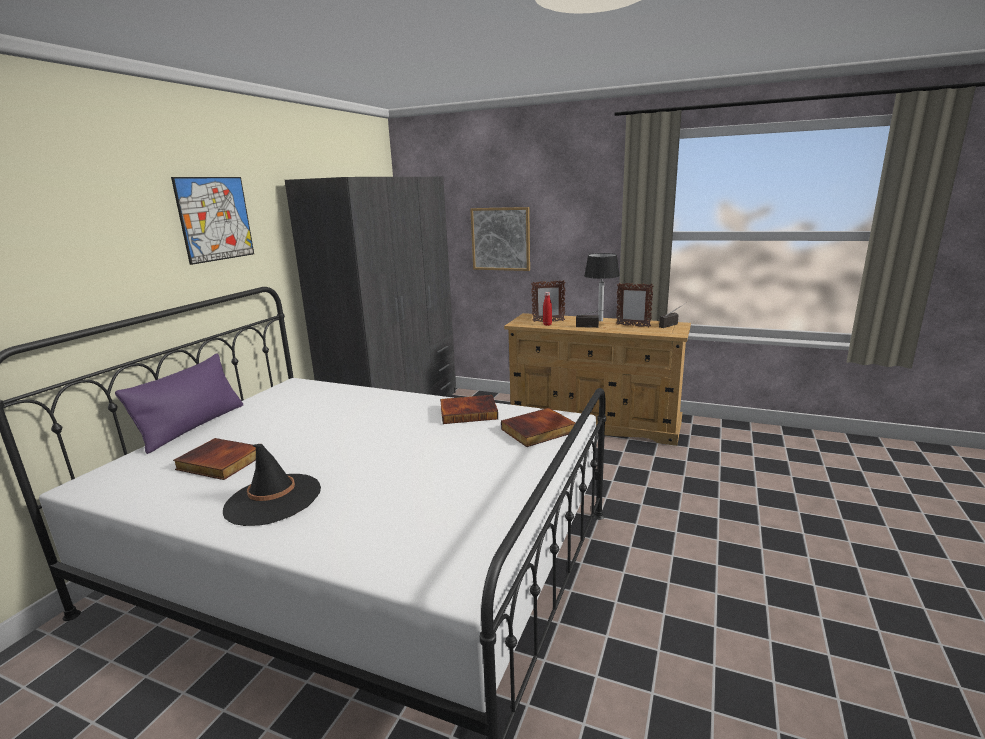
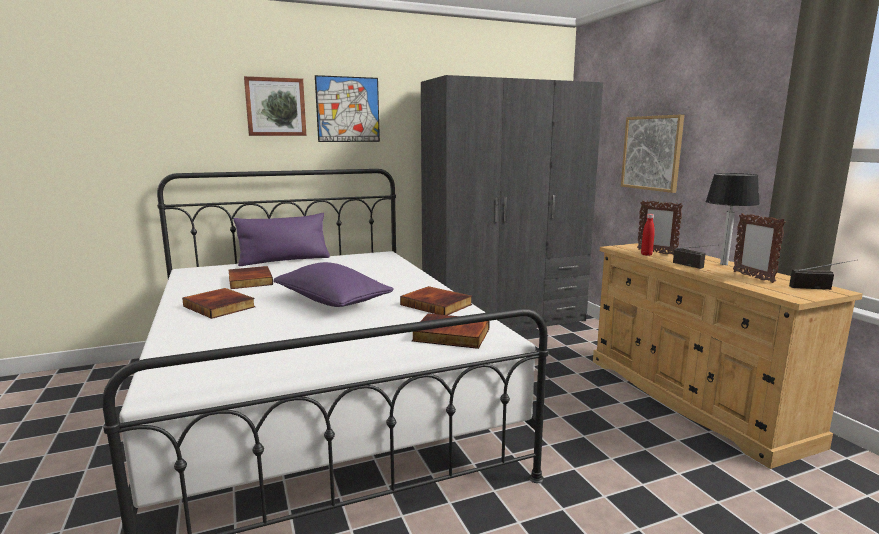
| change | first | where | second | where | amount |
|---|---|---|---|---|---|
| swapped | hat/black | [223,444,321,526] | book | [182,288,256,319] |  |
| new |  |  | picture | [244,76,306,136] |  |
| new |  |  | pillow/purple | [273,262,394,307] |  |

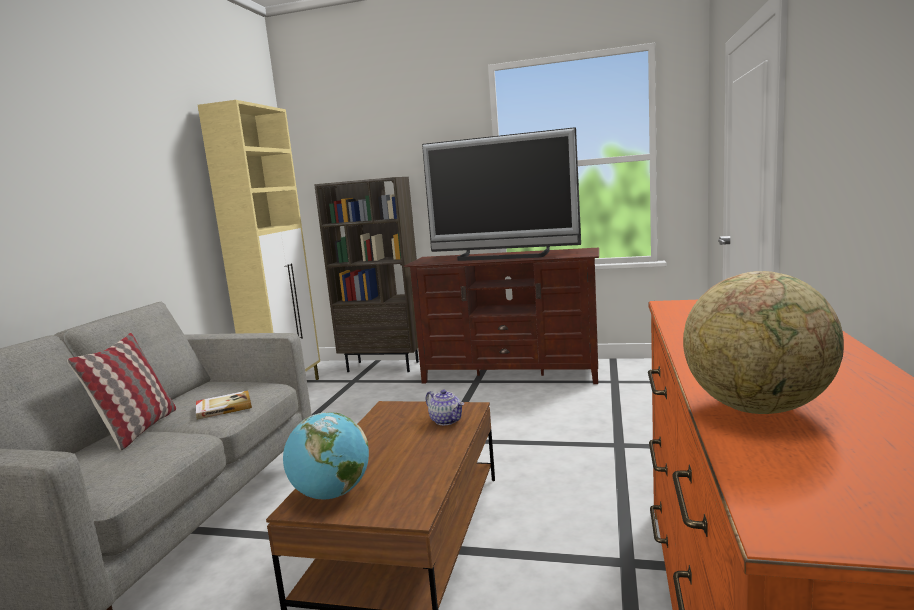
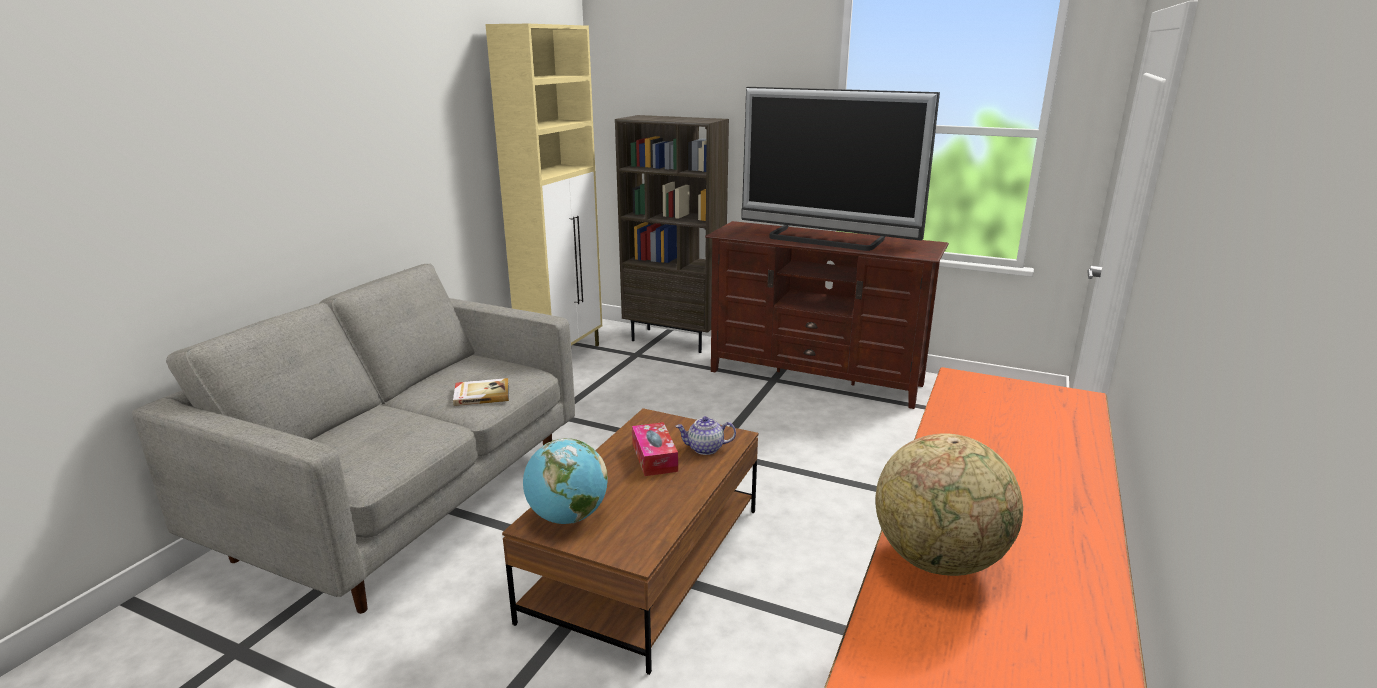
| change | first | where | second | where | amount |
|---|---|---|---|---|---|
| gone | pillow | [67,333,176,451] |  |  |  |
| rotated | teapot | [426,390,464,425] |  | [675,416,736,455] | 120 degrees clockwise |
| new |  |  | tissue box | [632,422,678,476] |  |

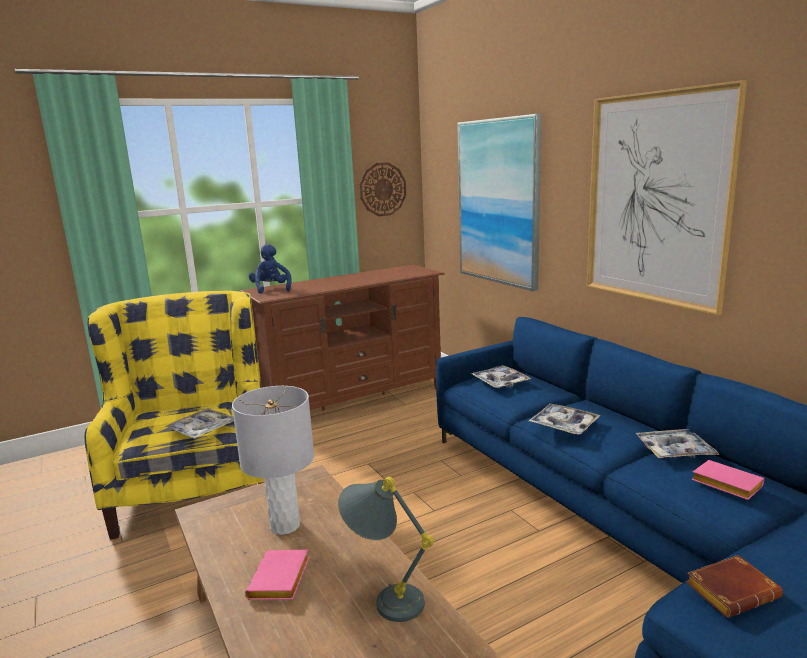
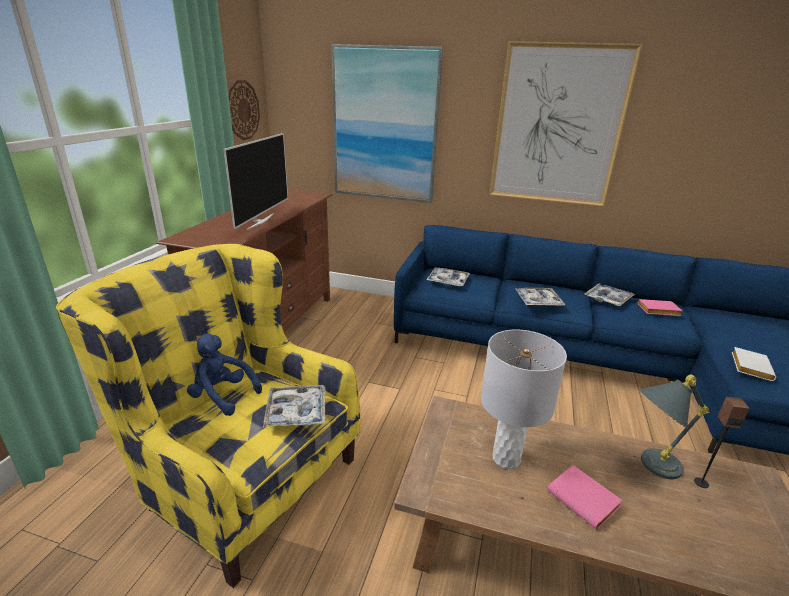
| change | first | where | second | where | amount |
|---|---|---|---|---|---|
| shifted | plush toy/blue | [249,244,292,294] |  | [187,334,262,416] |  |
| repainted | book/brown | [686,555,783,618] | book/white | [732,347,776,381] |  |
| new |  |  | television | [223,133,288,230] |  |
| new |  |  | speaker | [694,397,750,488] |  |

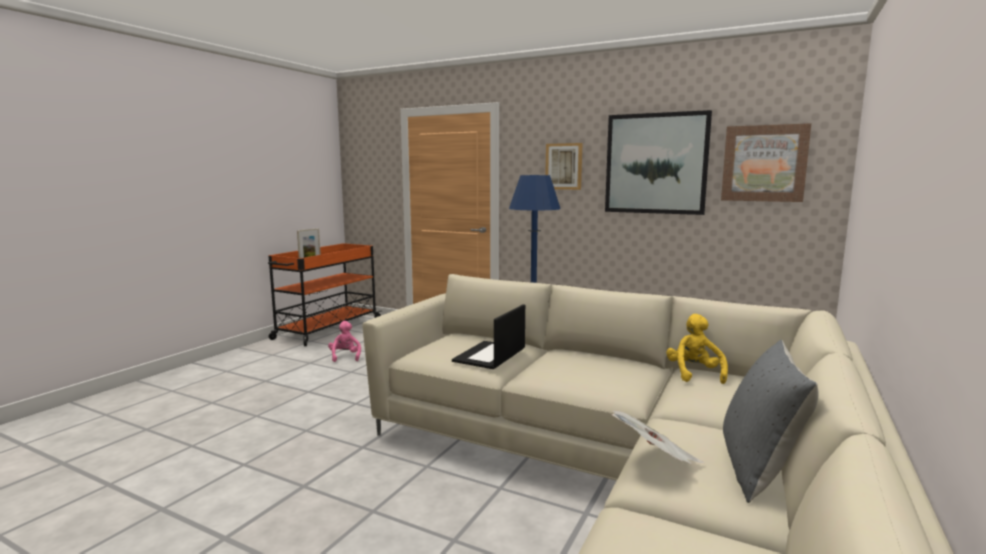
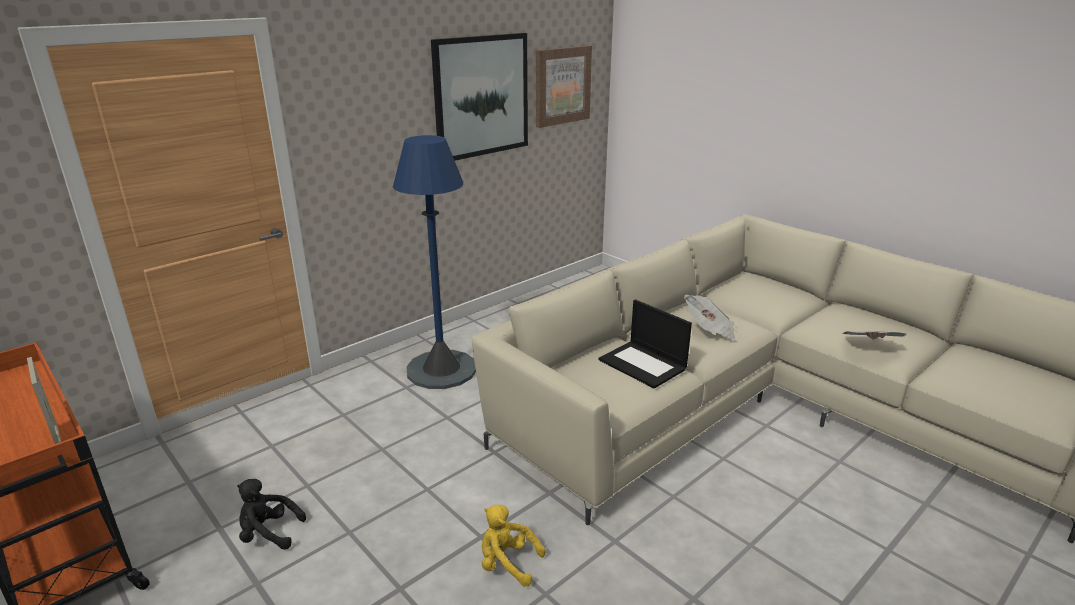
| change | first | where | second | where | amount |
|---|---|---|---|---|---|
| repainted | plush toy/pink | [328,321,361,362] | plush toy/black | [237,479,306,550] |  |
| gone | picture | [545,143,582,190] |  |  |  |
| shifted | plush toy/yellow | [666,314,728,384] |  | [482,505,546,587] |  |
| gone | pillow/grey | [723,340,819,503] |  |  |  |
| new |  |  | newspaper | [684,295,735,341] |  |

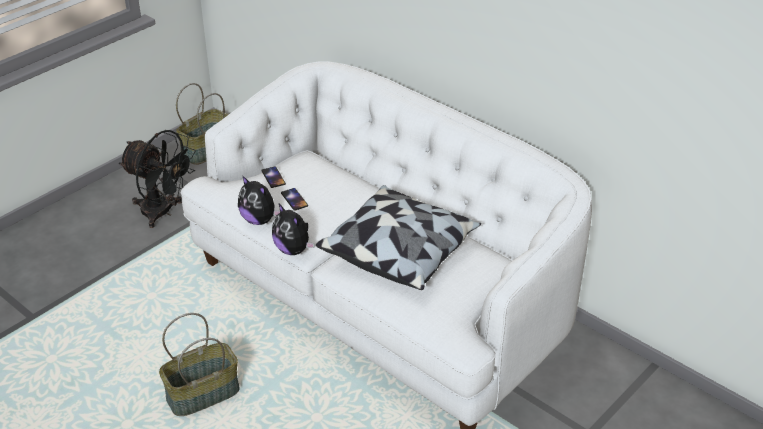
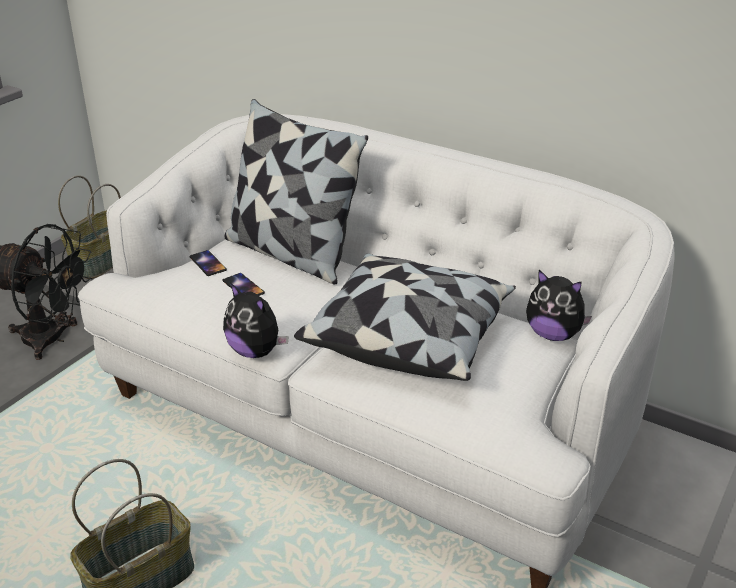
| change | first | where | second | where | amount |
|---|---|---|---|---|---|
| shifted | plush toy | [238,176,280,225] |  | [526,270,592,341] |  |
| new |  |  | pillow | [225,99,368,284] |  |

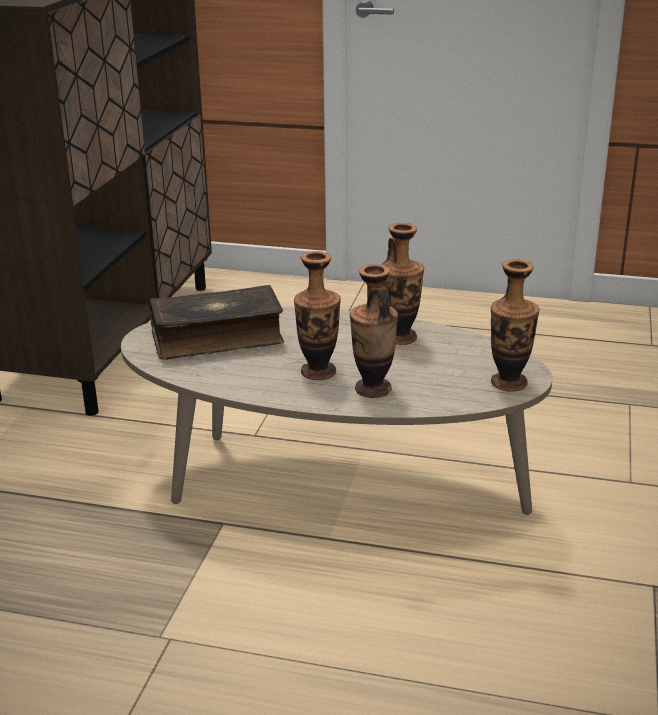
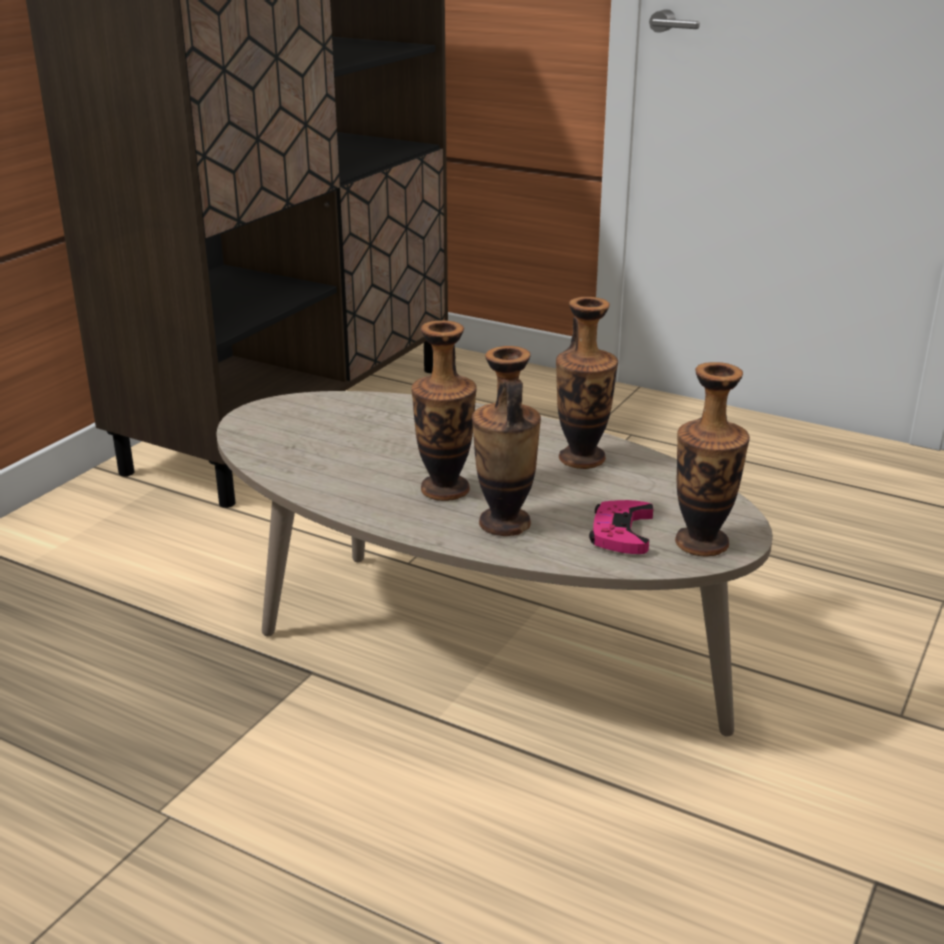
| change | first | where | second | where | amount |
|---|---|---|---|---|---|
| gone | book | [149,285,284,360] |  |  |  |
| new |  |  | game controller/pink | [589,500,653,554] |  |

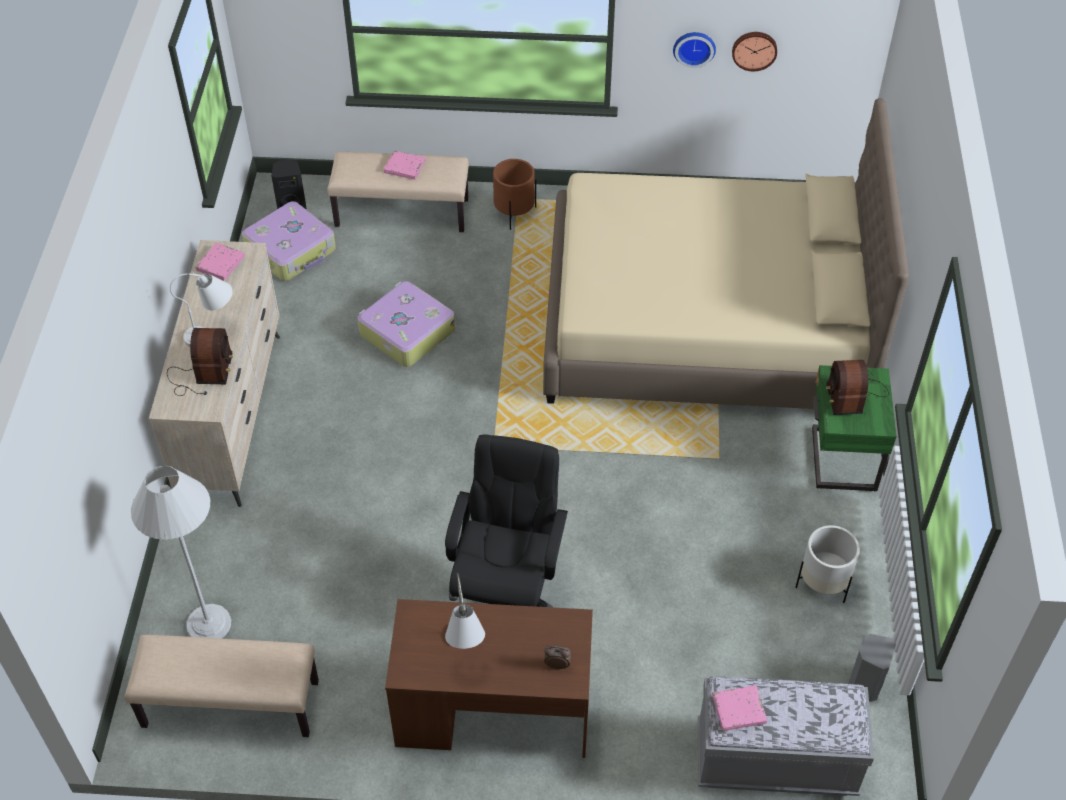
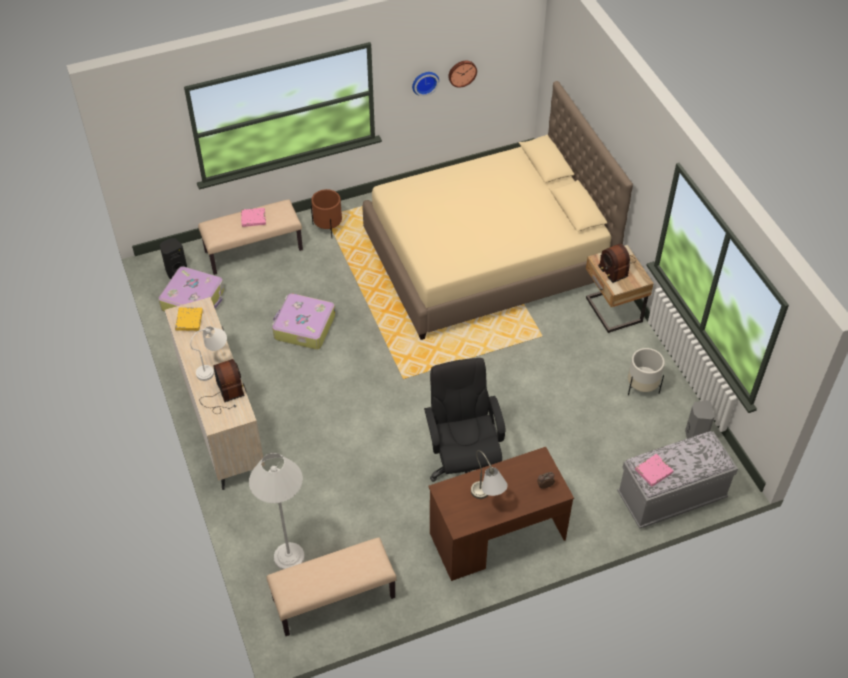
| change | first | where | second | where | amount |
|---|---|---|---|---|---|
| repainted | book/pink | [195,243,245,280] | book/yellow | [175,307,203,331] |  |
| repainted | nightstand/green | [812,365,897,491] | nightstand/beige | [586,245,654,333] |  |

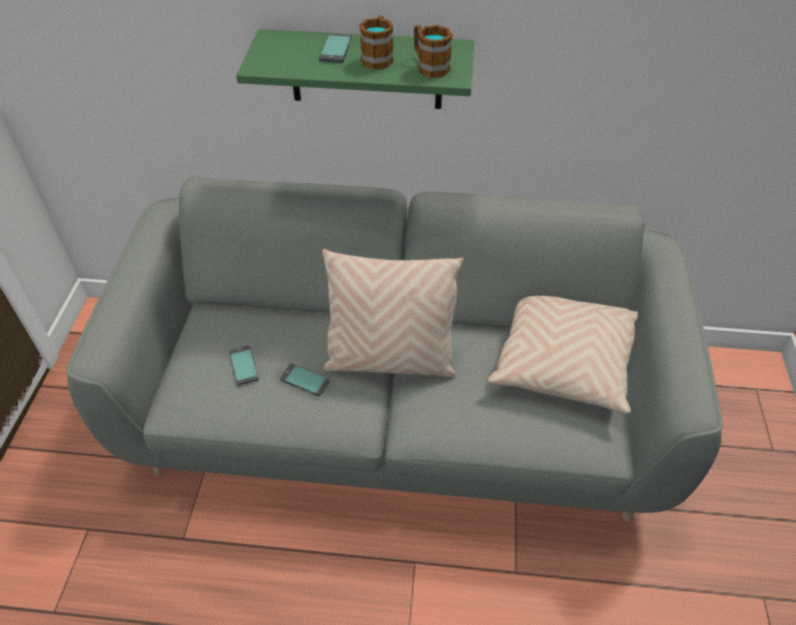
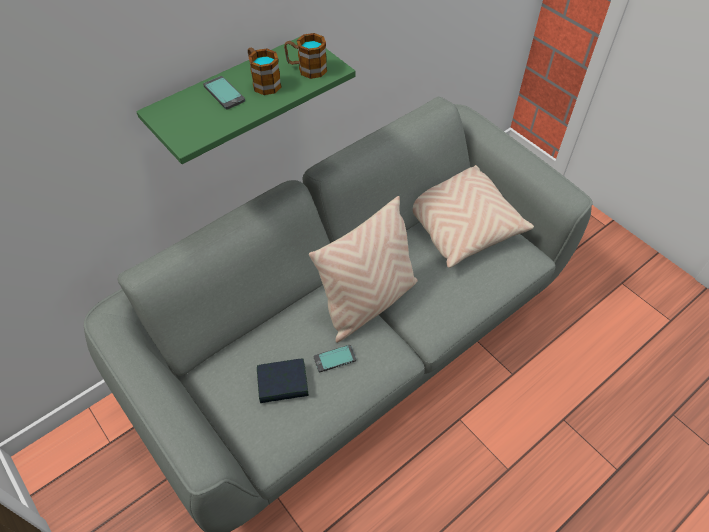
| change | first | where | second | where | amount |
|---|---|---|---|---|---|
| swapped | phone | [229,345,259,385] | book | [257,358,309,403] |  |

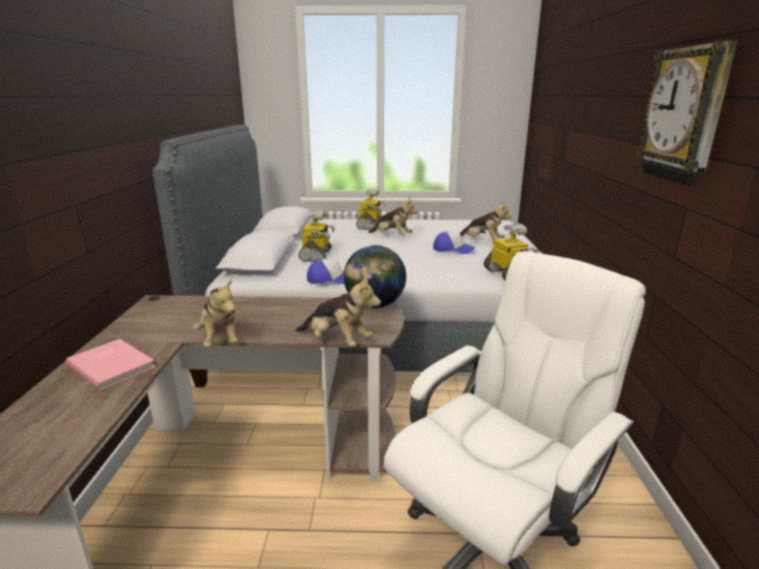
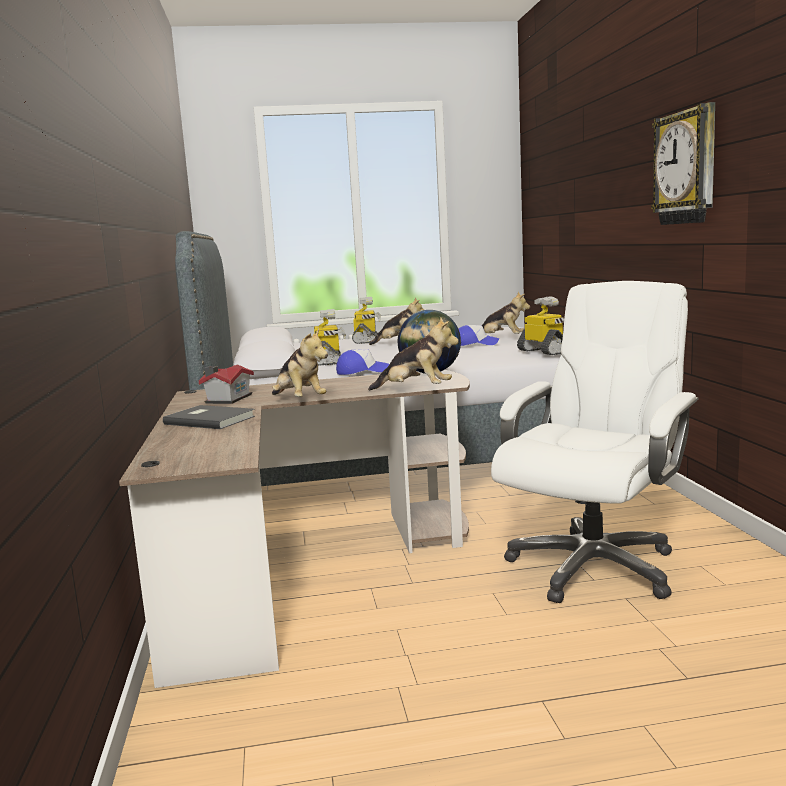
| change | first | where | second | where | amount |
|---|---|---|---|---|---|
| repainted | book/pink | [66,339,155,391] | book/grey | [163,405,255,429] |  |
| new |  |  | toy house | [199,364,254,404] |  |

